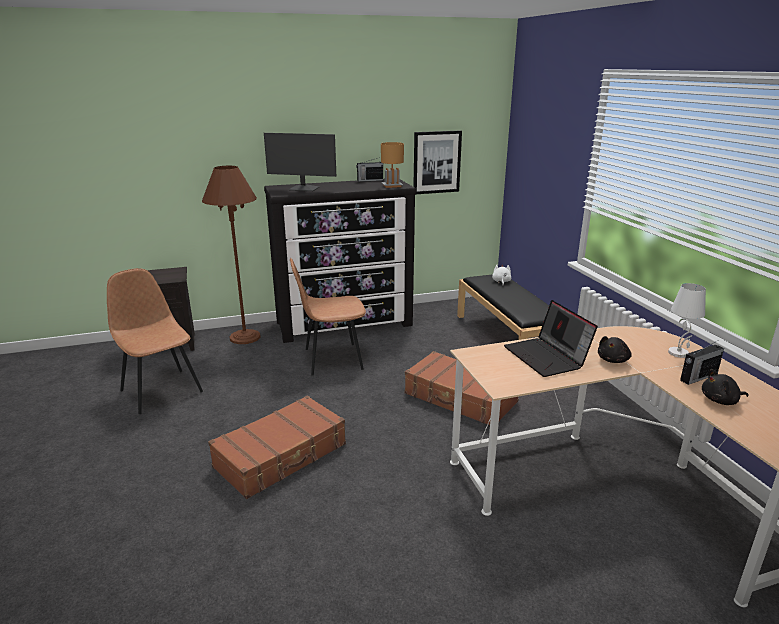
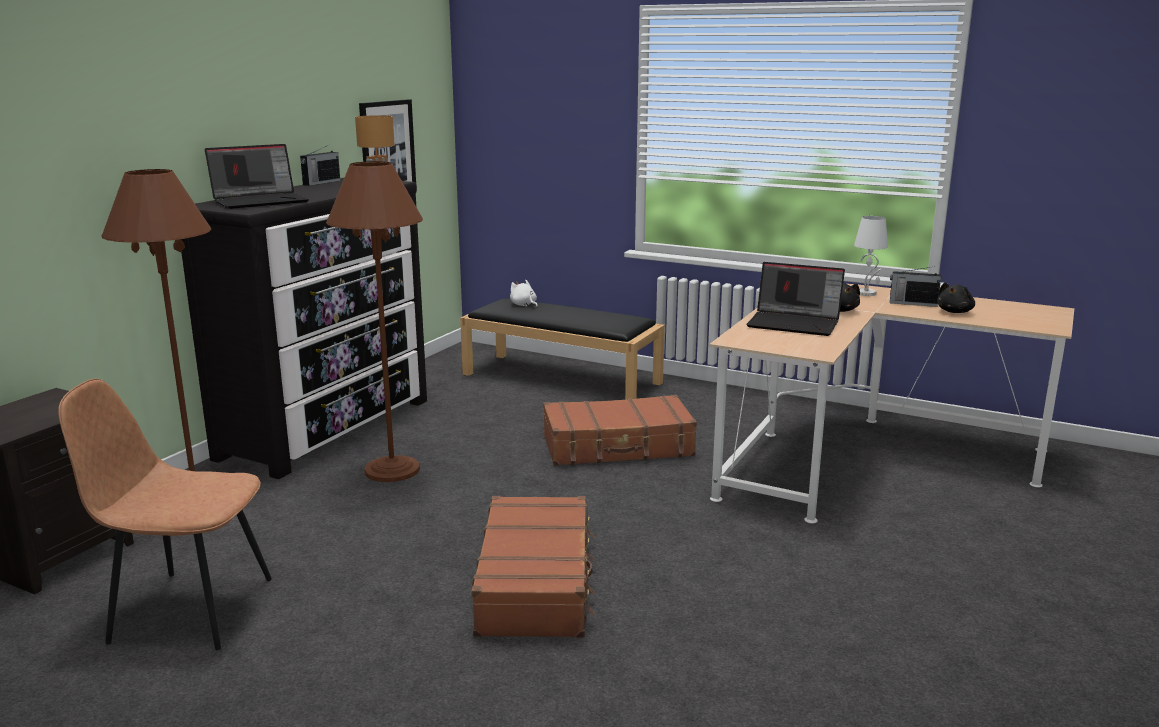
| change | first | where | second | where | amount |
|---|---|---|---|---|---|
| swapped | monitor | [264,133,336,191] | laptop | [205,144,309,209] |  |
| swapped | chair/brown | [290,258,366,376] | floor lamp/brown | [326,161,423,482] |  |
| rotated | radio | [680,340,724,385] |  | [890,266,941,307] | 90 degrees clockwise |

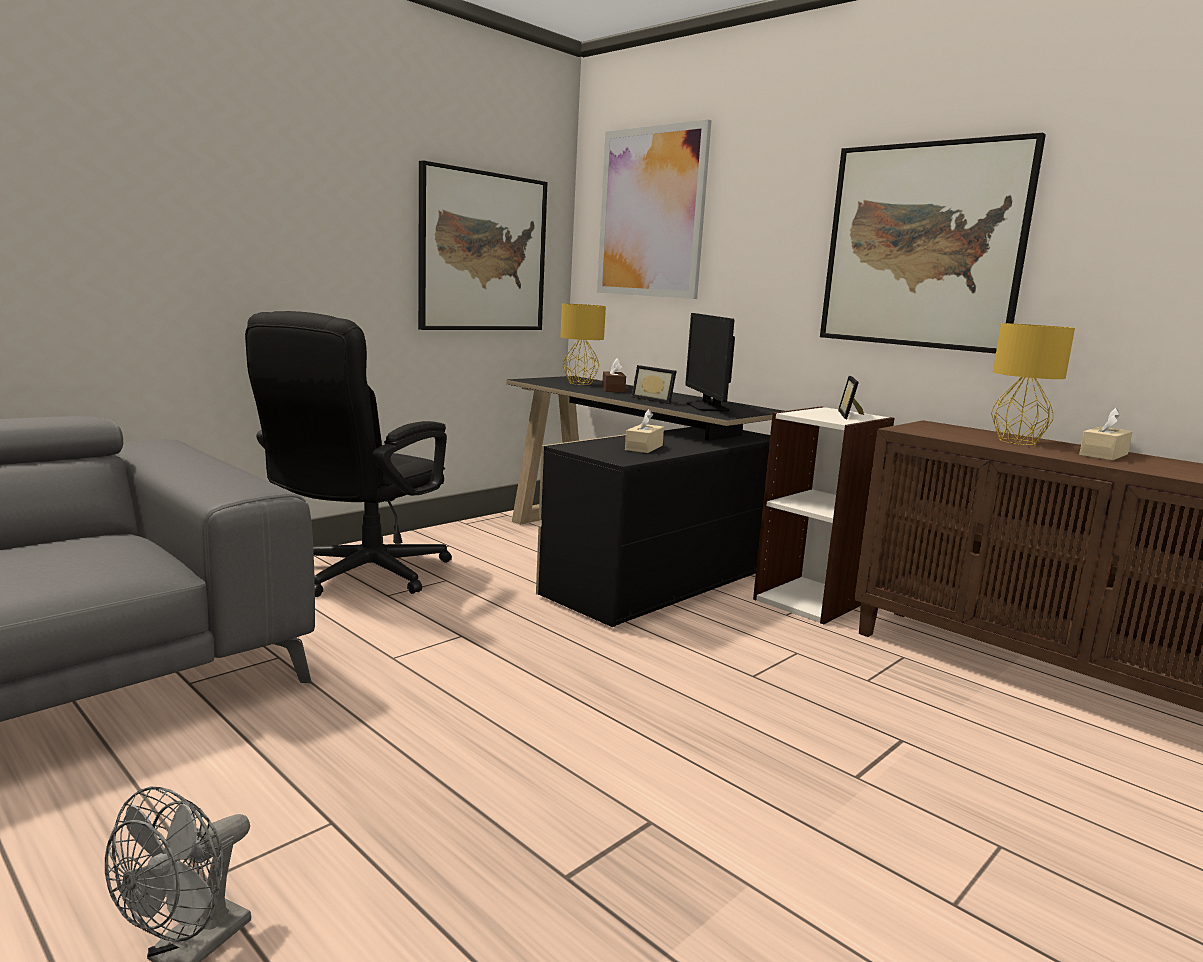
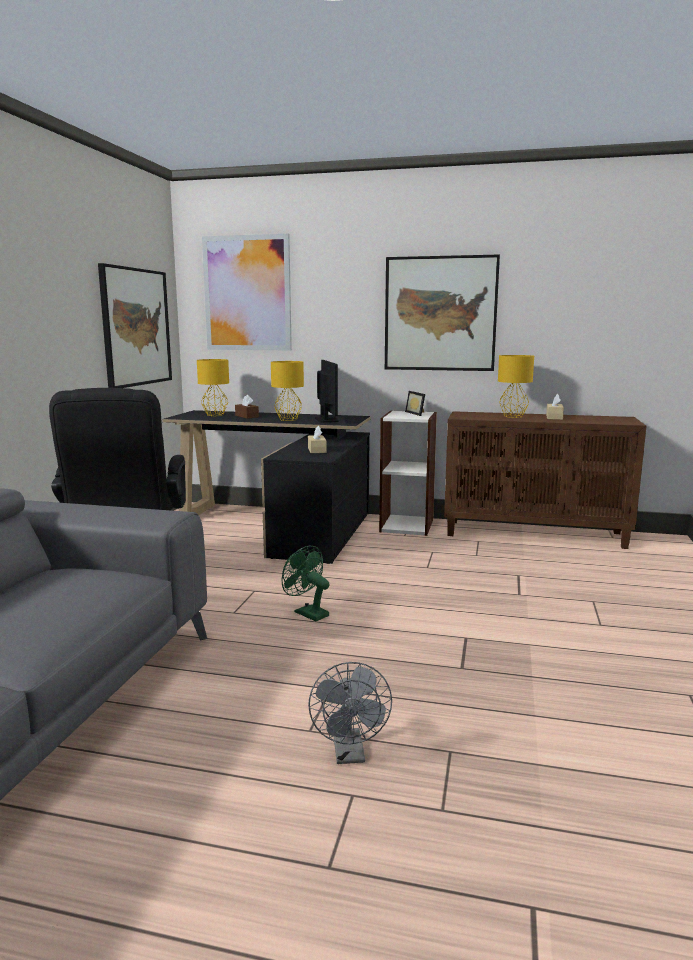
| change | first | where | second | where | amount |
|---|---|---|---|---|---|
| swapped | picture frame | [631,365,677,404] | table lamp/yellow | [271,361,304,421] |  |
| rotated | monitor | [685,313,735,411] |  | [315,360,339,422] | 150 degrees counterclockwise |
| new |  |  | fan/green | [282,546,330,622] |  |

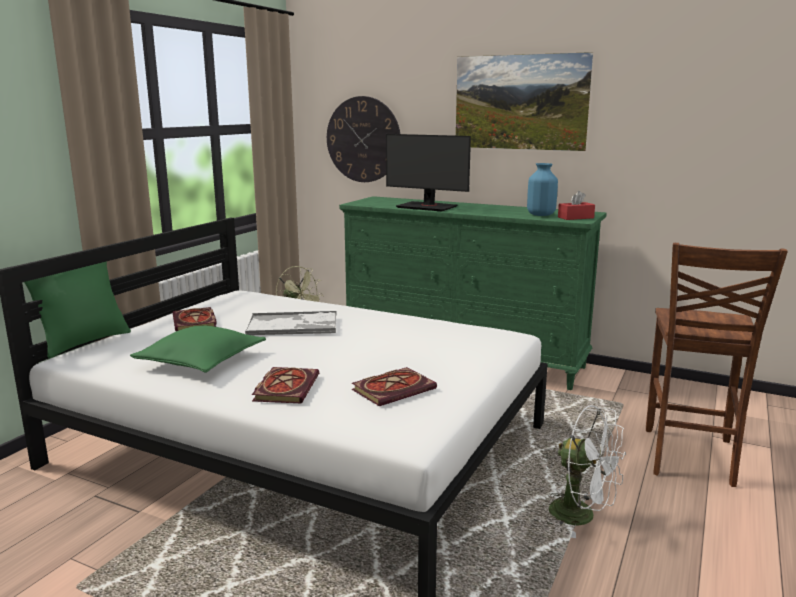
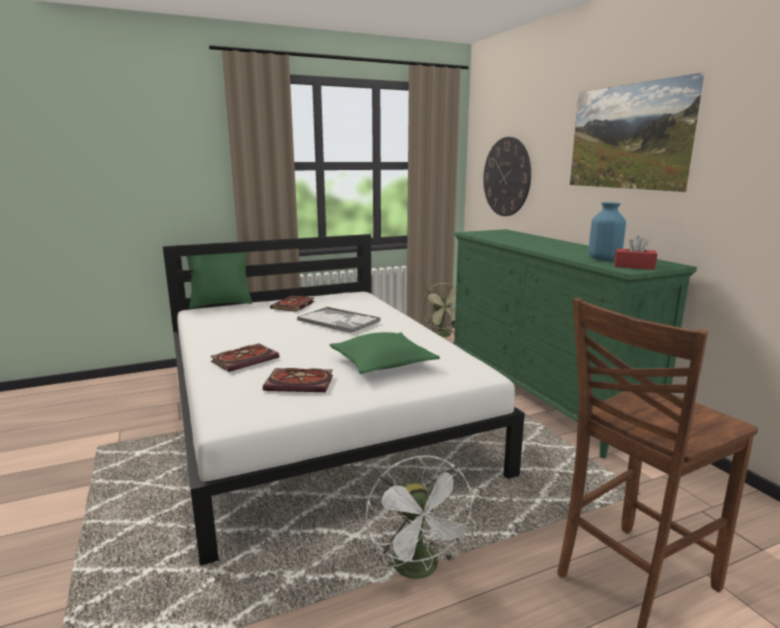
| change | first | where | second | where | amount |
|---|---|---|---|---|---|
| shifted | pillow/green | [130,326,266,373] |  | [329,332,440,374] |  |
| gone | monitor | [386,134,471,211] |  |  |  |

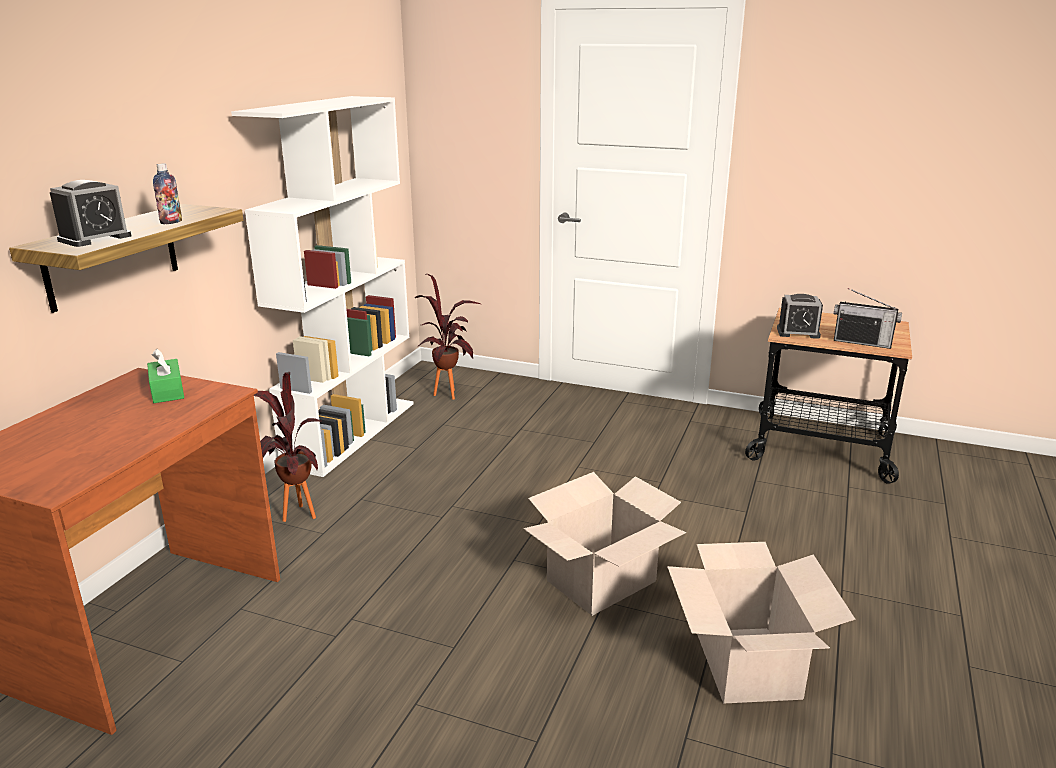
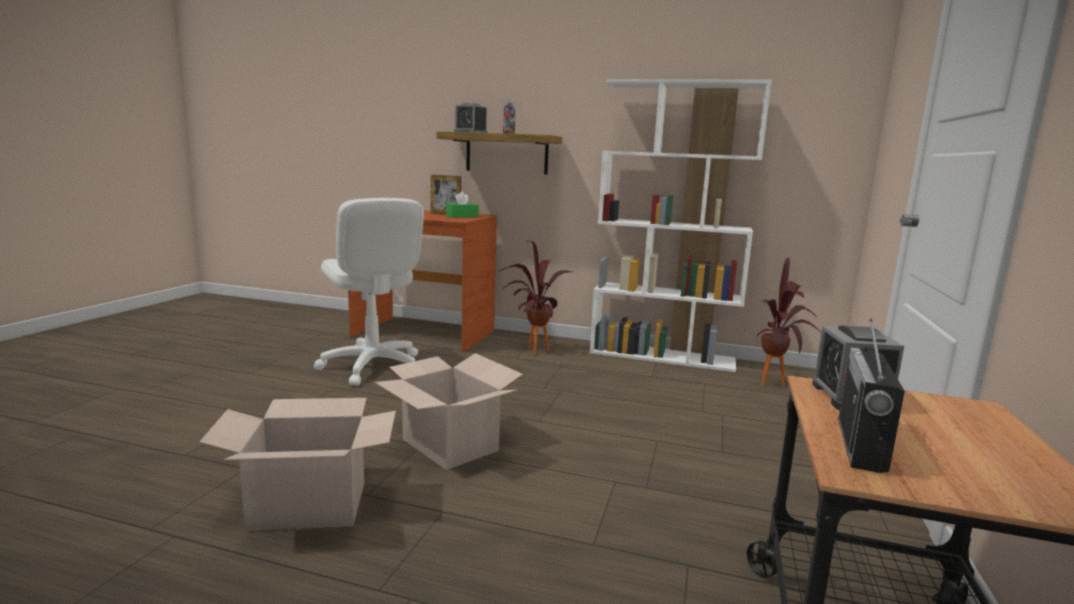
| change | first | where | second | where | amount |
|---|---|---|---|---|---|
| new |  |  | office chair/white | [314,198,424,386] |  |
| new |  |  | picture frame | [431,175,461,215] |  |

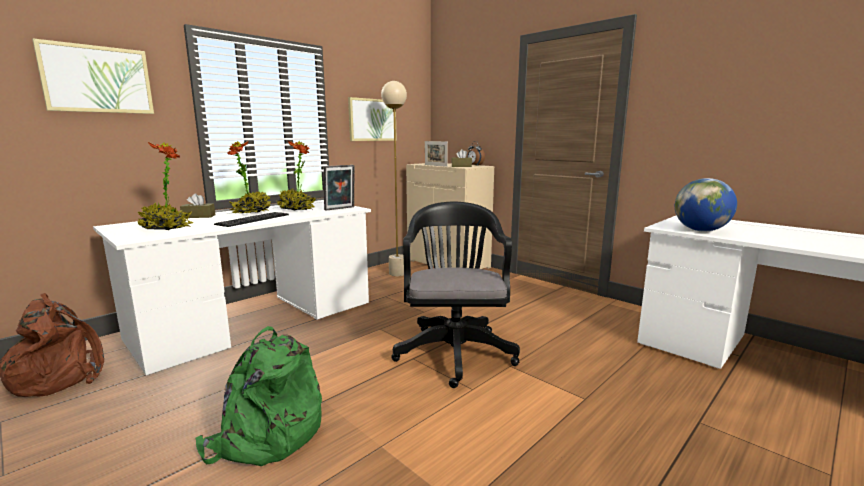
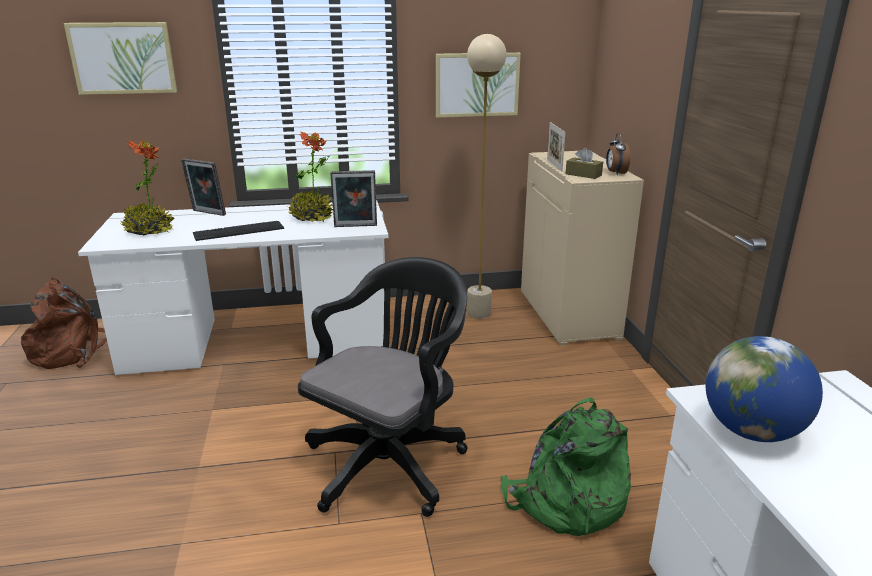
| change | first | where | second | where | amount |
|---|---|---|---|---|---|
| swapped | tissue box/brown | [180,193,215,218] | picture frame | [181,159,226,216] |  |
| shifted | backpack/green | [195,326,322,466] |  | [501,397,631,536] |  |
| gone | potted plant | [228,140,271,213] |  |  |  |

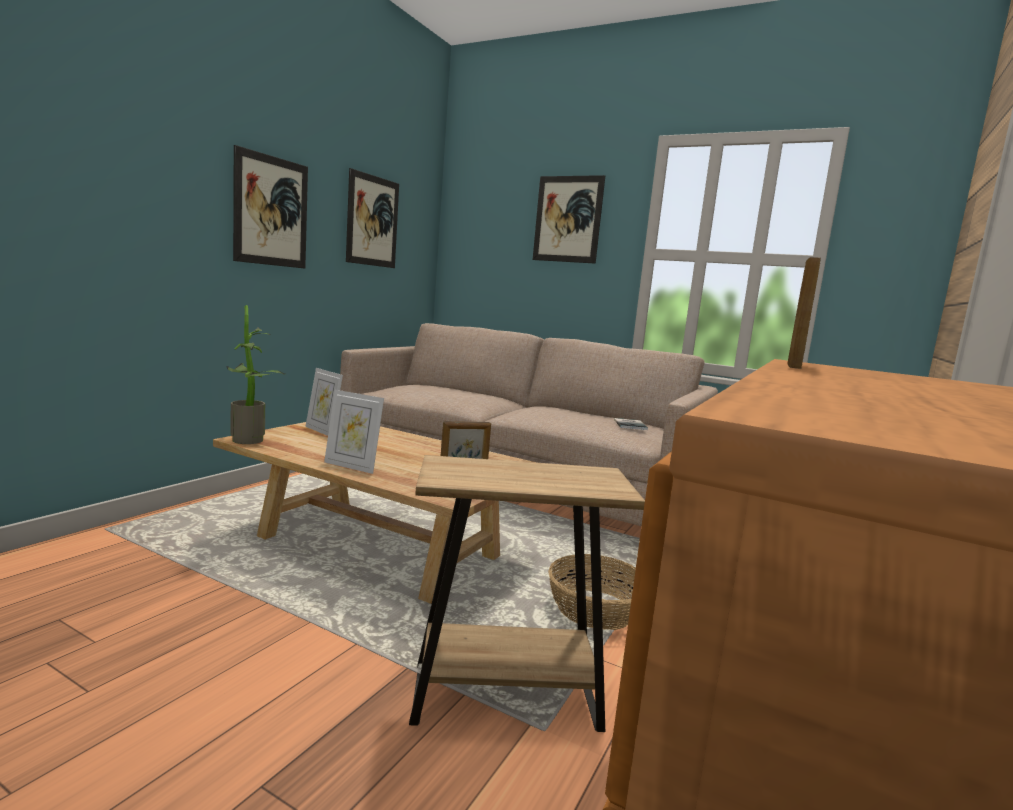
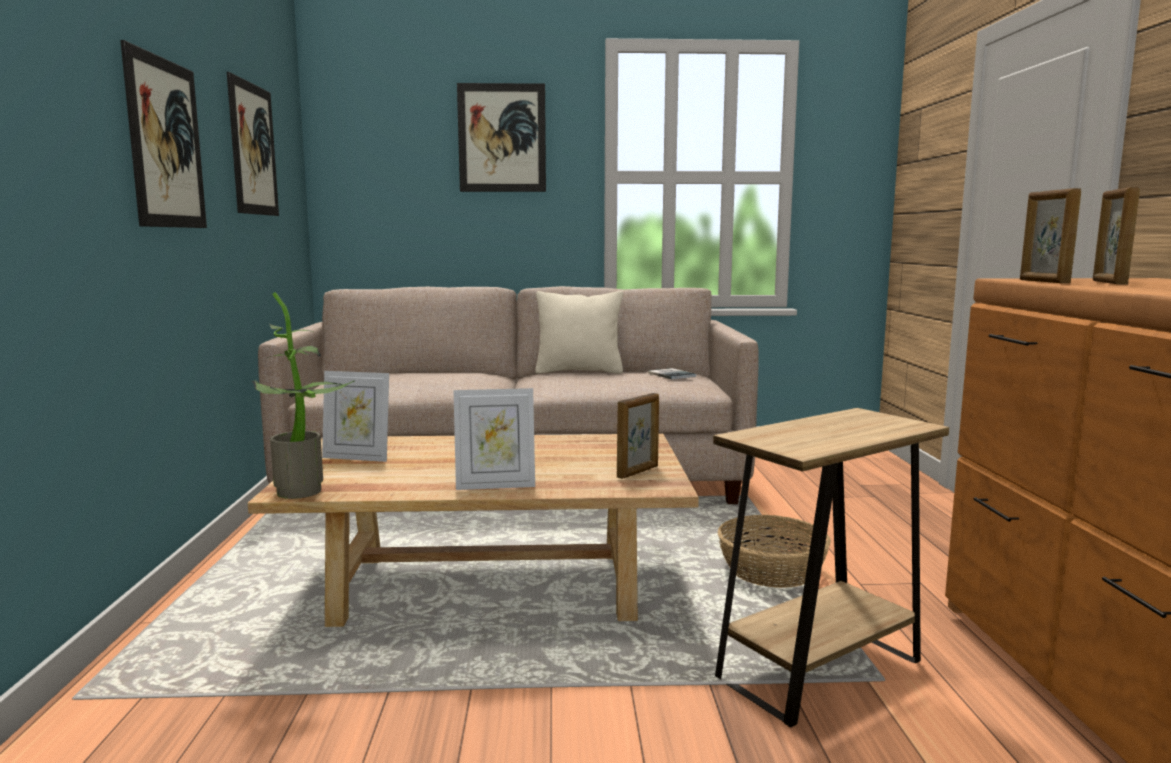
| change | first | where | second | where | amount |
|---|---|---|---|---|---|
| new |  |  | pillow/beige | [535,291,623,374] |  |
| new |  |  | picture frame | [1093,187,1140,284] |  |

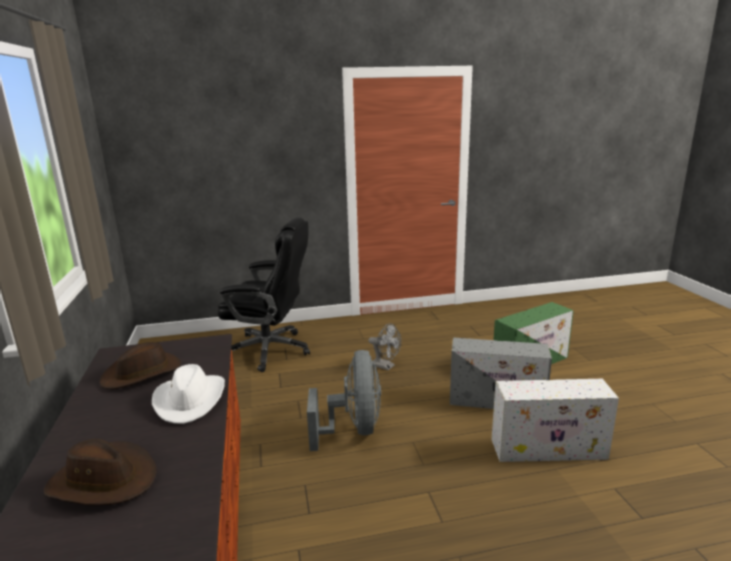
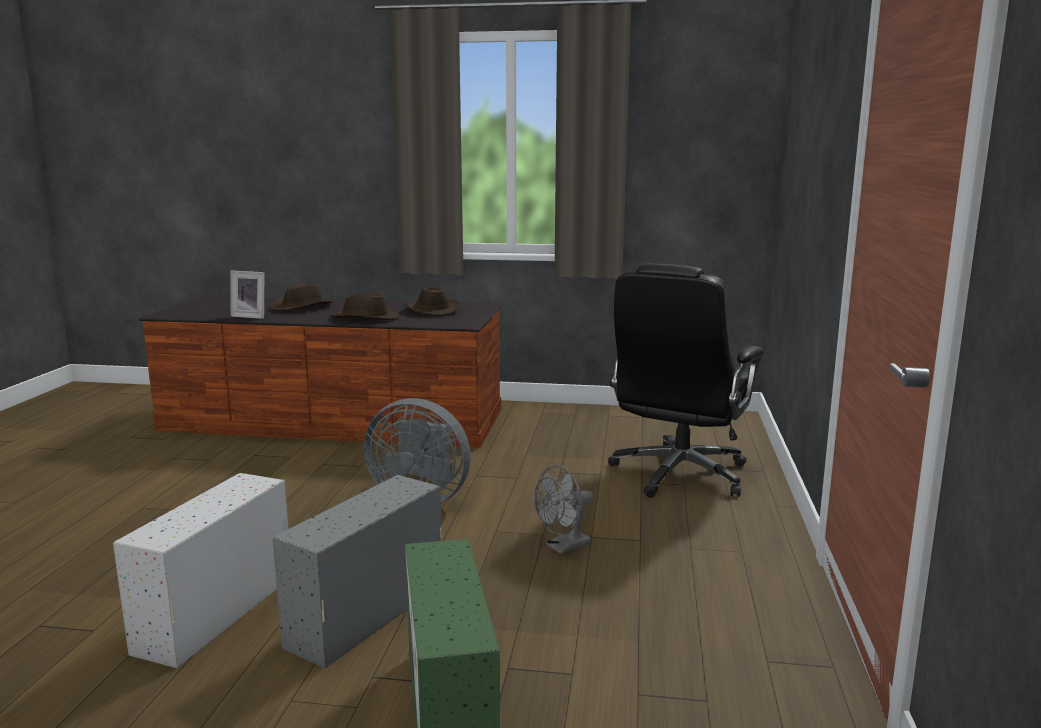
| change | first | where | second | where | amount |
|---|---|---|---|---|---|
| repainted | hat/white | [152,364,225,424] | hat/brown | [330,293,399,320] |  |
| new |  |  | picture frame | [230,271,264,319] |  |

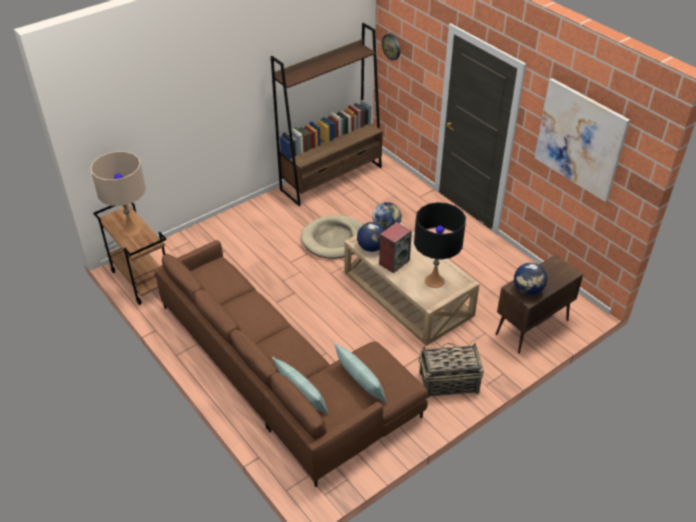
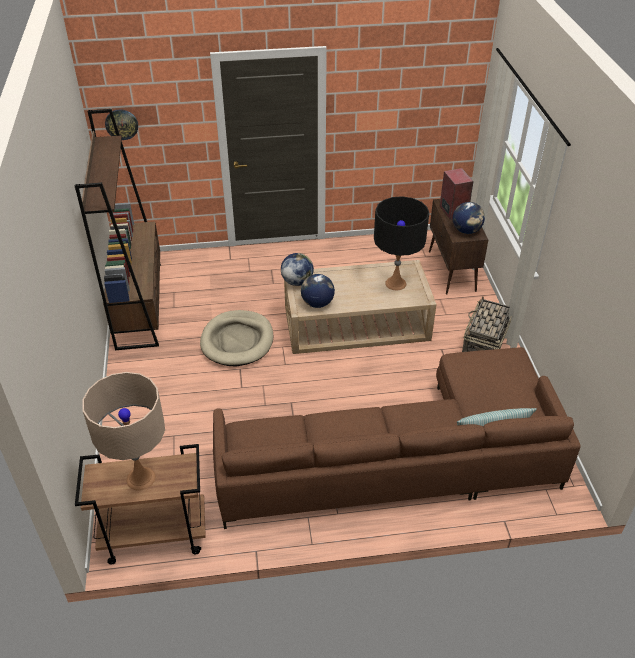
| change | first | where | second | where | amount |
|---|---|---|---|---|---|
| gone | pillow | [334,343,387,403] |  |  |  |
| shifted | speaker | [379,222,412,273] |  | [440,168,474,220] |  |
| gone | picture | [535,78,630,202] |  |  |  |

